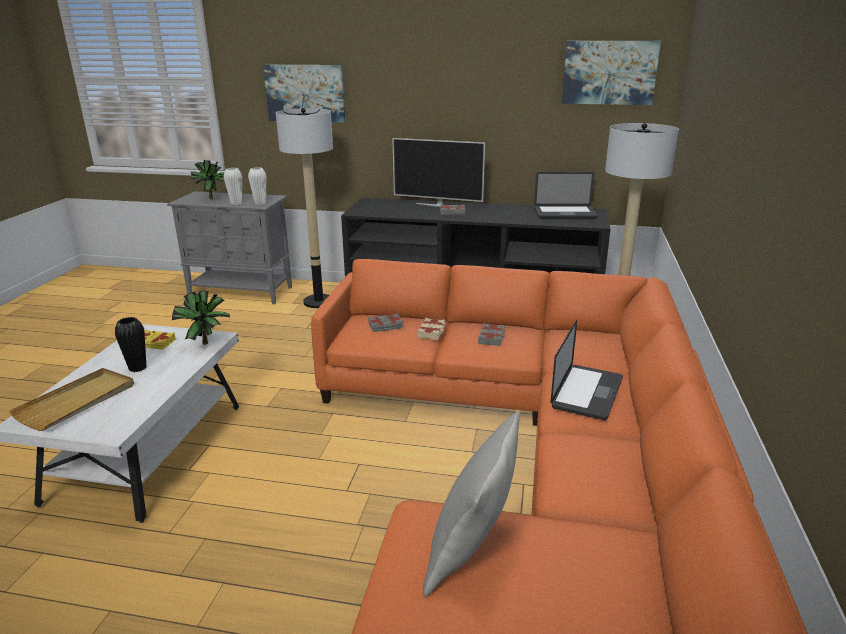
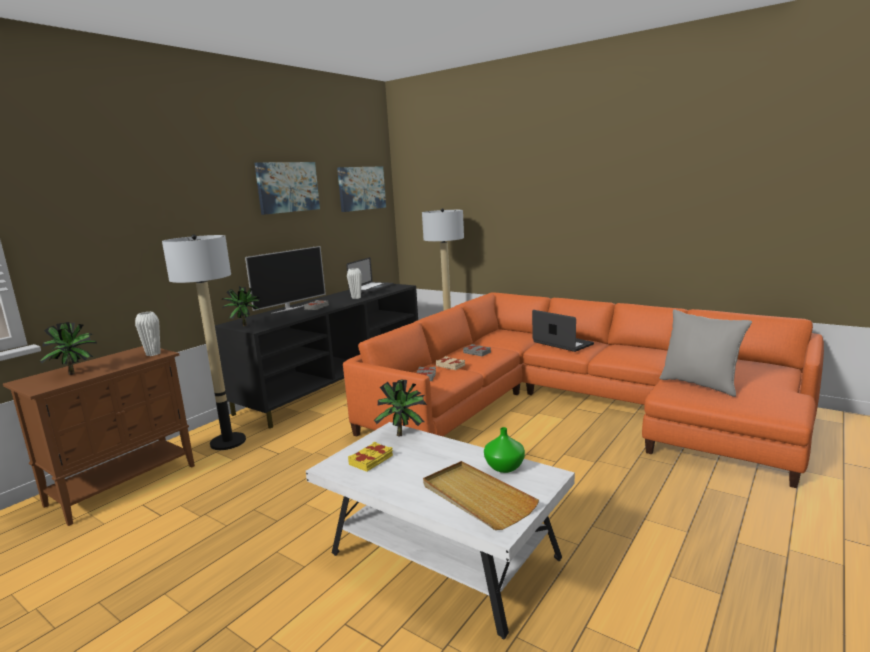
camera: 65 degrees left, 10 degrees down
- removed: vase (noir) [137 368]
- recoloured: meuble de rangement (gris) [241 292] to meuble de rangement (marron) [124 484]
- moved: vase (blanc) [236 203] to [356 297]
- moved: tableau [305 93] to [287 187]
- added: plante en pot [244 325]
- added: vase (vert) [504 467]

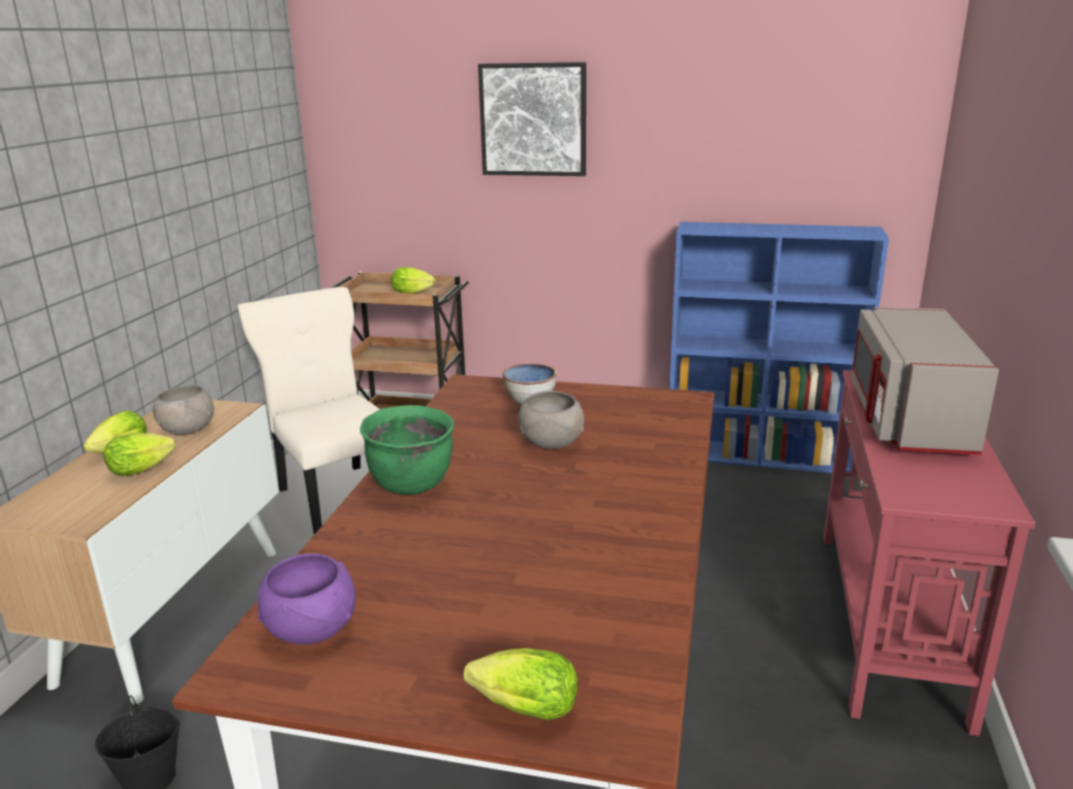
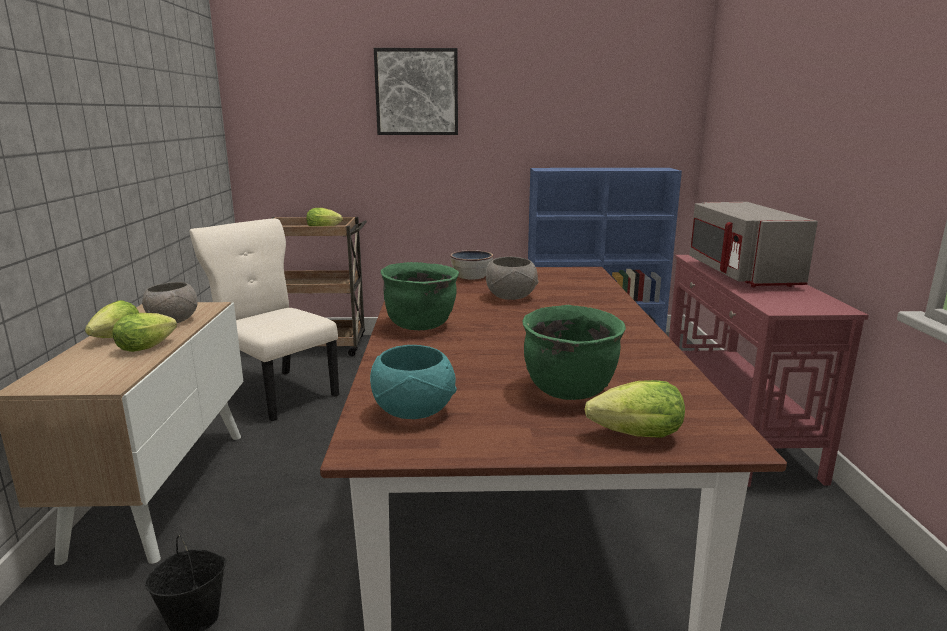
camera: 15 degrees left, 5 degrees down
- recoloured: bol (violet) [310 629] to bol (turquoise) [412 411]
- added: marmite (vert) [570 390]

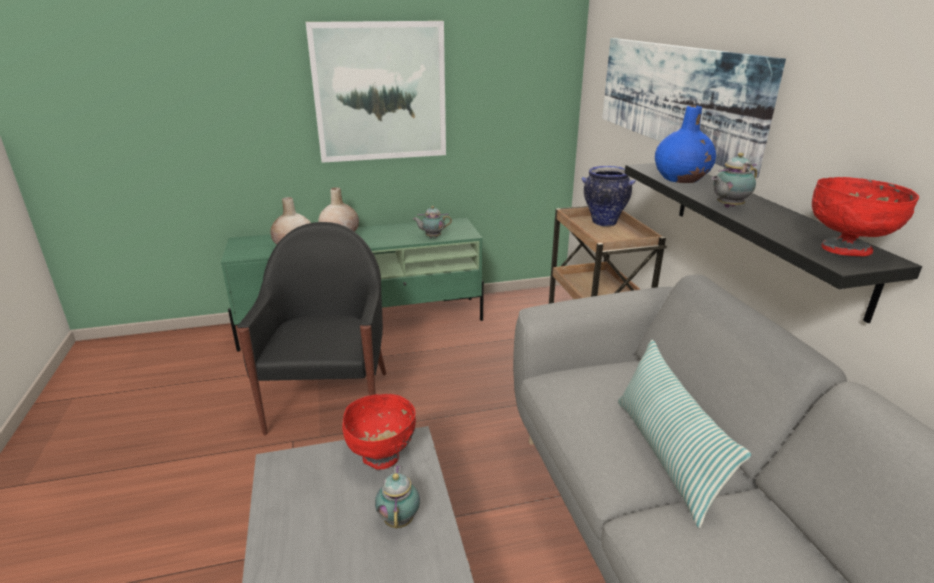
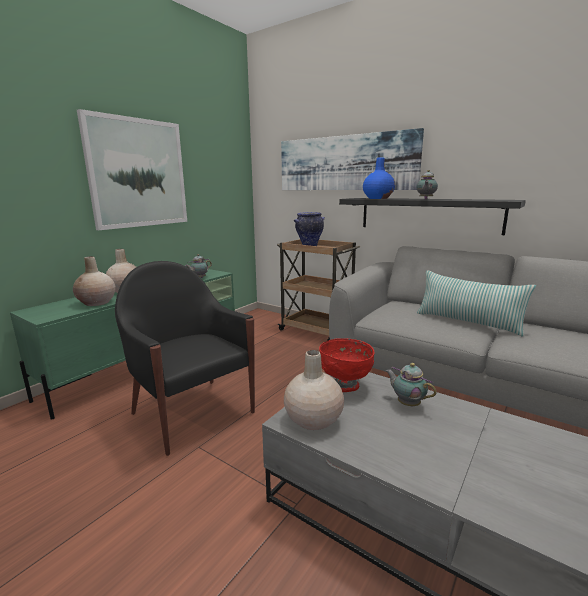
camera: 40 degrees left, 10 degrees down
- removed: bol (rouge) [846 250]
- added: vase (beige) [313 419]

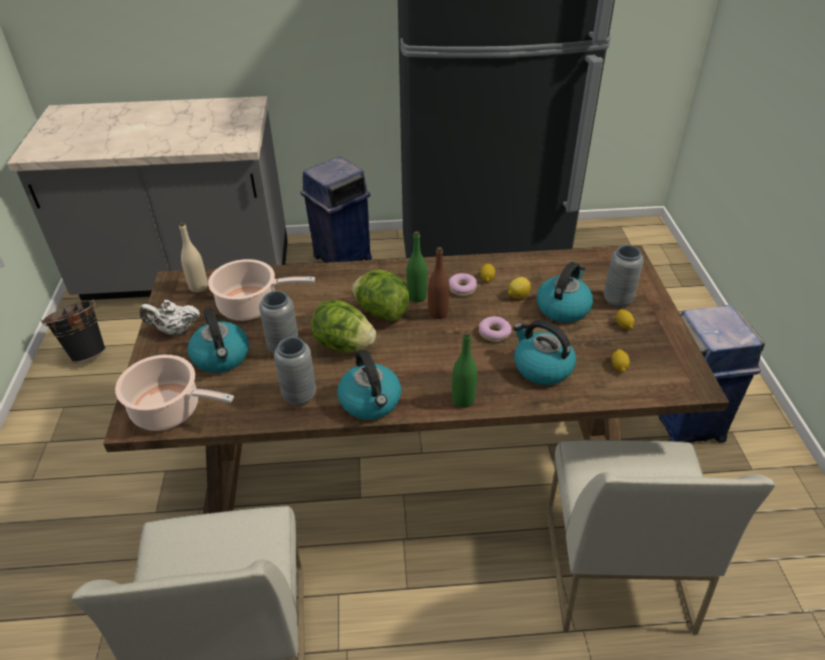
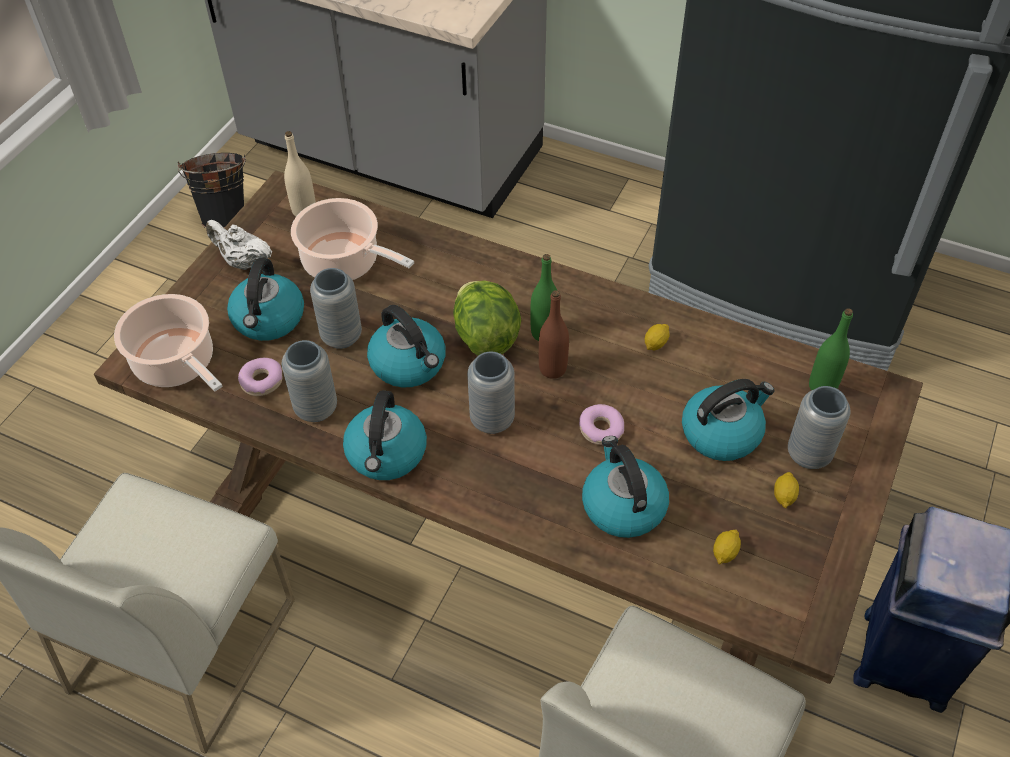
camera: 30 degrees right, 10 degrees up
- removed: poubelle (bleu) [341 258]
- replaced: laitue [344 345] to bouilloire [409 364]
- moved: beignet [462 288] to [262 381]
- moved: bouteille (vert) [463 400] to [822 387]
- removed: citron [517 296]
- added: vase (gris) [492 420]

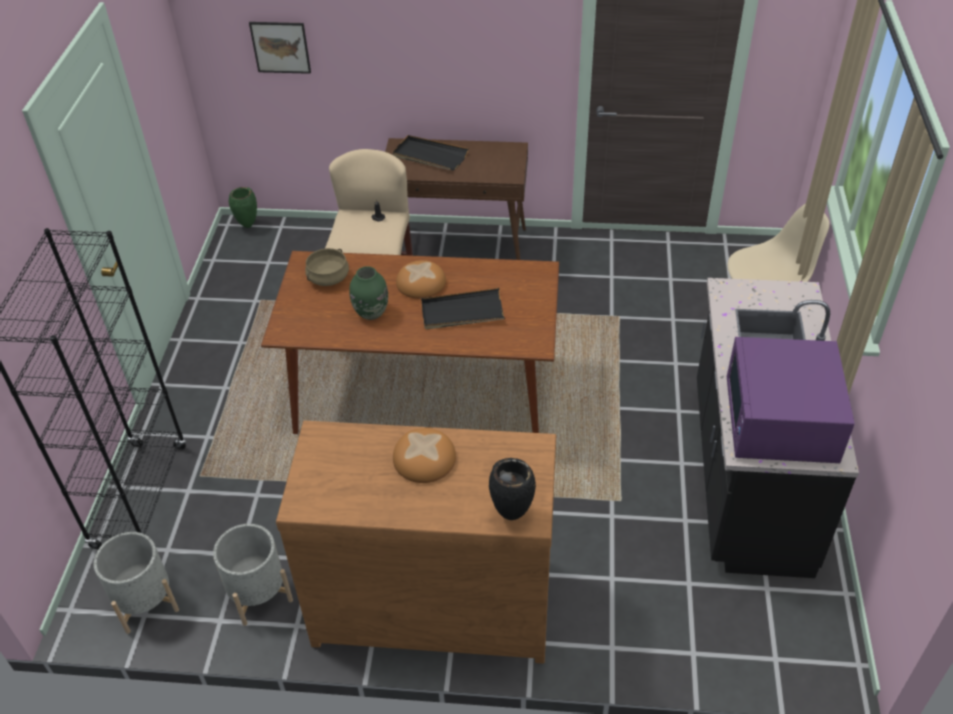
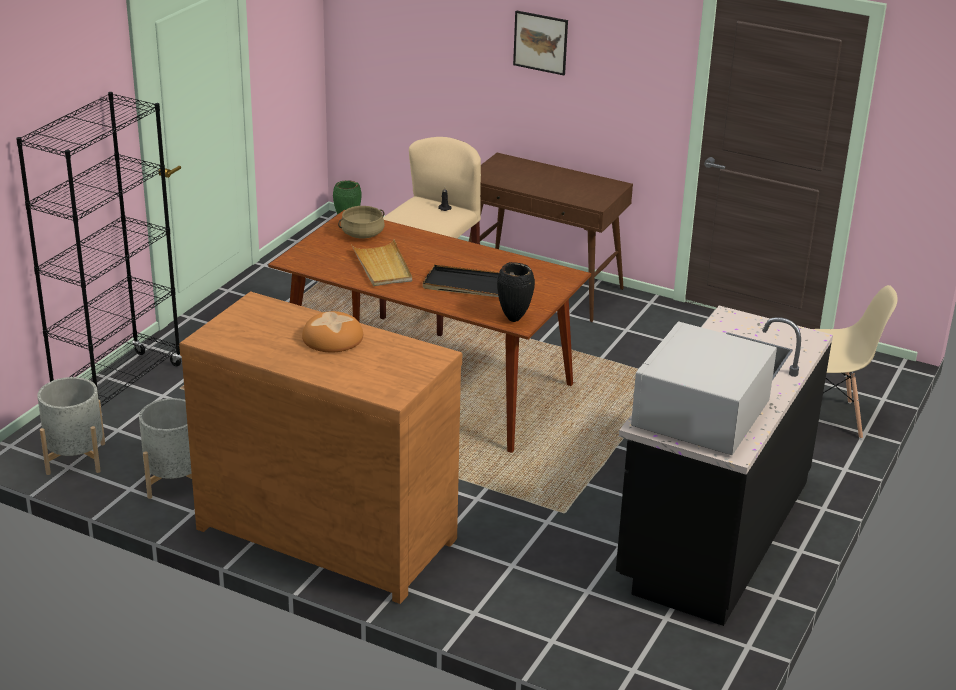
camera: 20 degrees right, 15 degrees down
- moved: tableau [280 47] to [540 42]
- replaced: vase (vert) [371 313] to plateau (beige) [382 266]
- removed: plateau (noir) [430 156]
- removed: pain [421 283]
- moved: vase (noir) [512 515] to [515 319]
- recoloured: micro-ondes (violet) [780 421] to micro-ondes (blanc) [700 415]

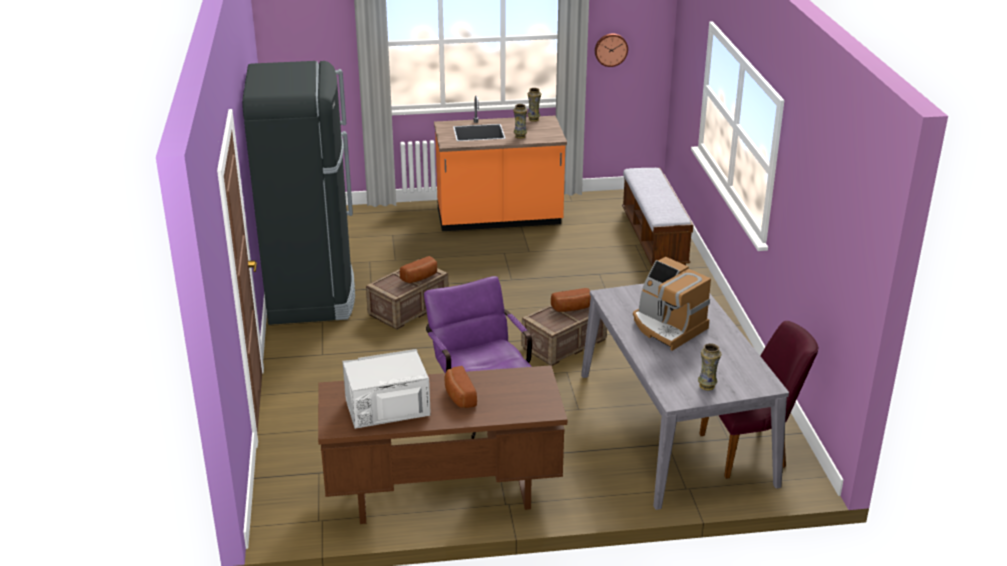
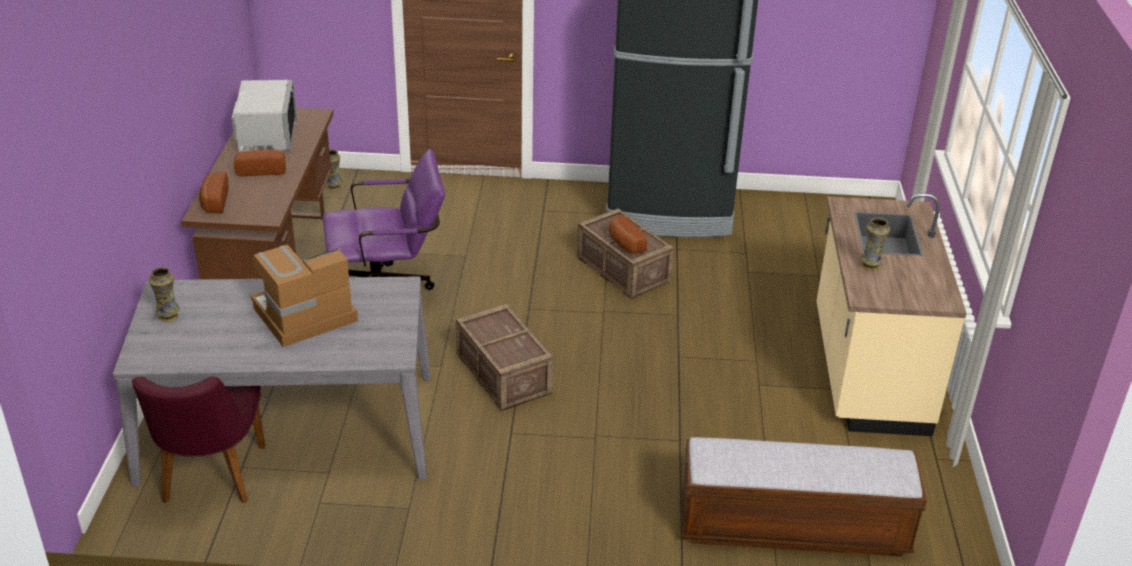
camera: 100 degrees right, 5 degrees up
- recoloured: comptoir de cuisine (orange) [499 218] to comptoir de cuisine (beige) [867 372]
- moved: vase [534 119] to [334 187]
- moved: pain [572 308] to [214 202]
- removed: horloge murale [610 49]

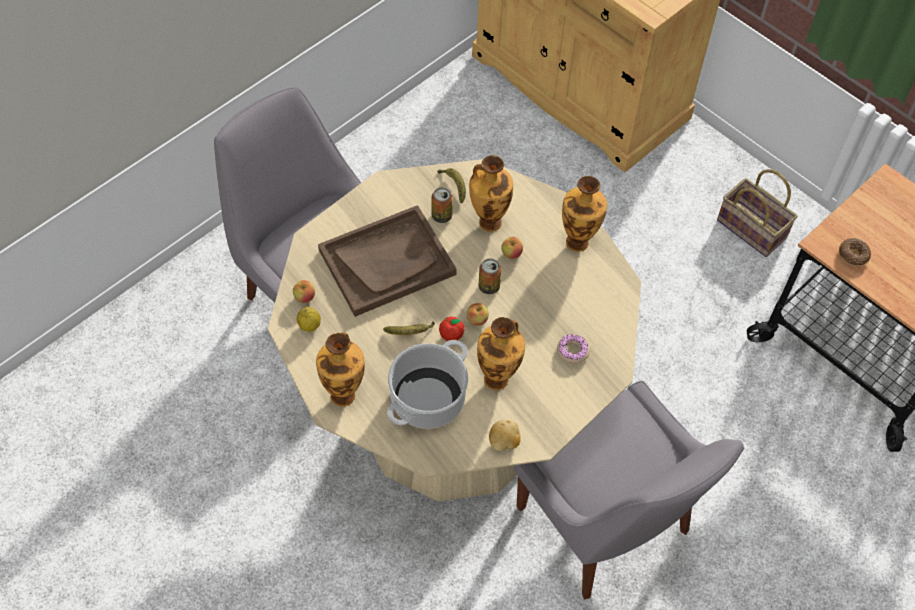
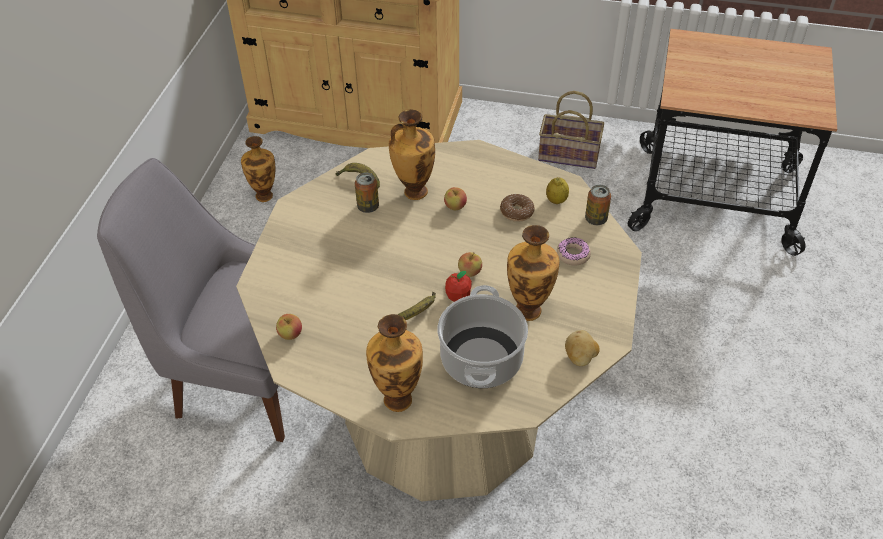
camera: 30 degrees left, 10 degrees down
- moved: citron [309 326] to [556 200]
- removed: plateau (marron) [387 262]
- moved: boîte métallique [489 286] to [596 219]
- removed: chaise (gris) [607 525]
- moved: vase [578 241] to [264 195]
- moved: beignet [853 255] to [516 212]

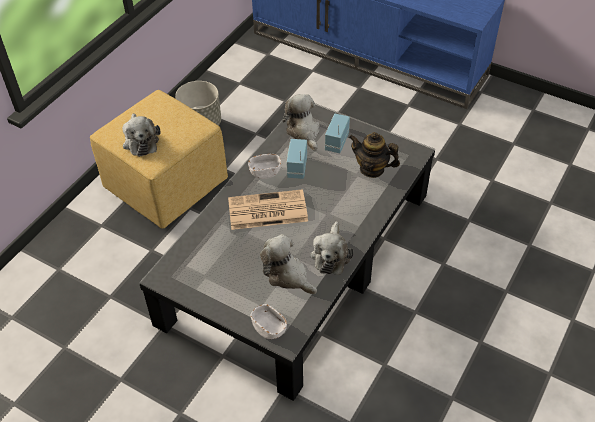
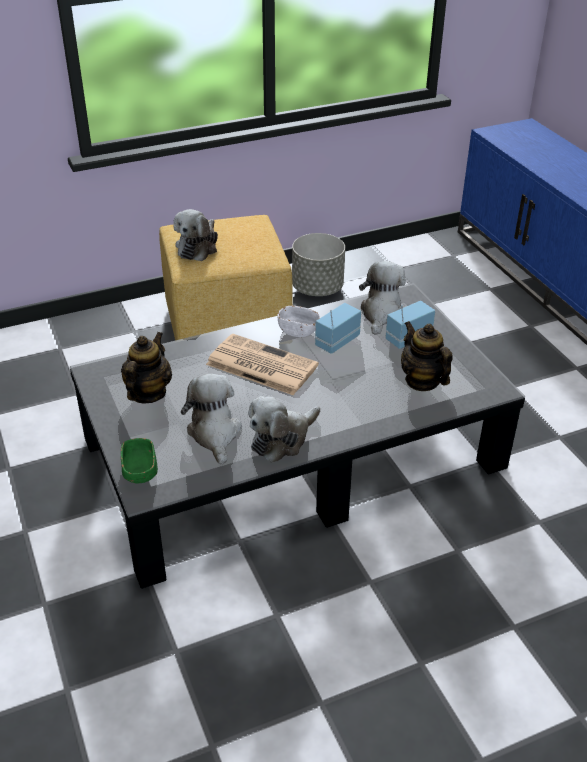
camera: 35 degrees right, 10 degrees down
- recoloured: bol (blanc) [269 328] to bol (vert) [140 471]
- added: théière [148 393]

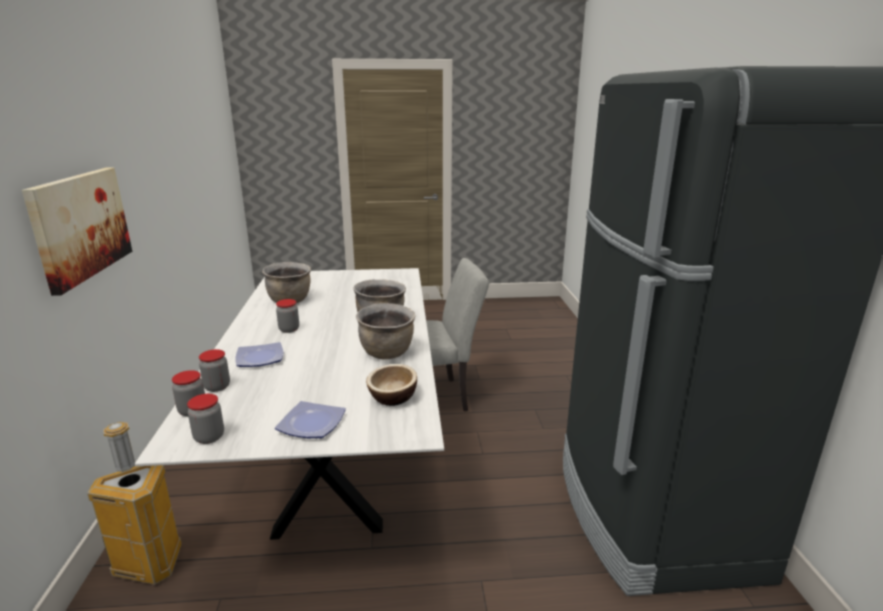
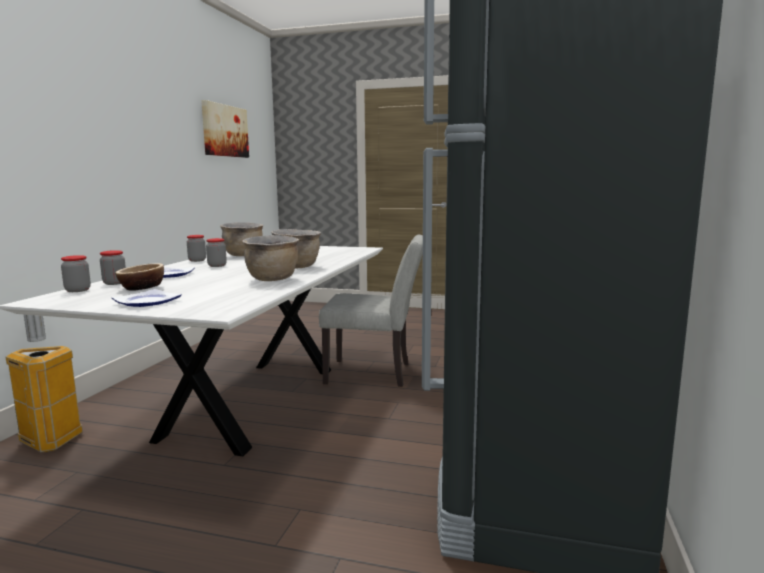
camera: 20 degrees right, 10 degrees down
- moved: tableau [80 225] to [224 131]
- moved: bocal [209 437] to [197 260]
- moved: bol [392 397] to [142 288]

